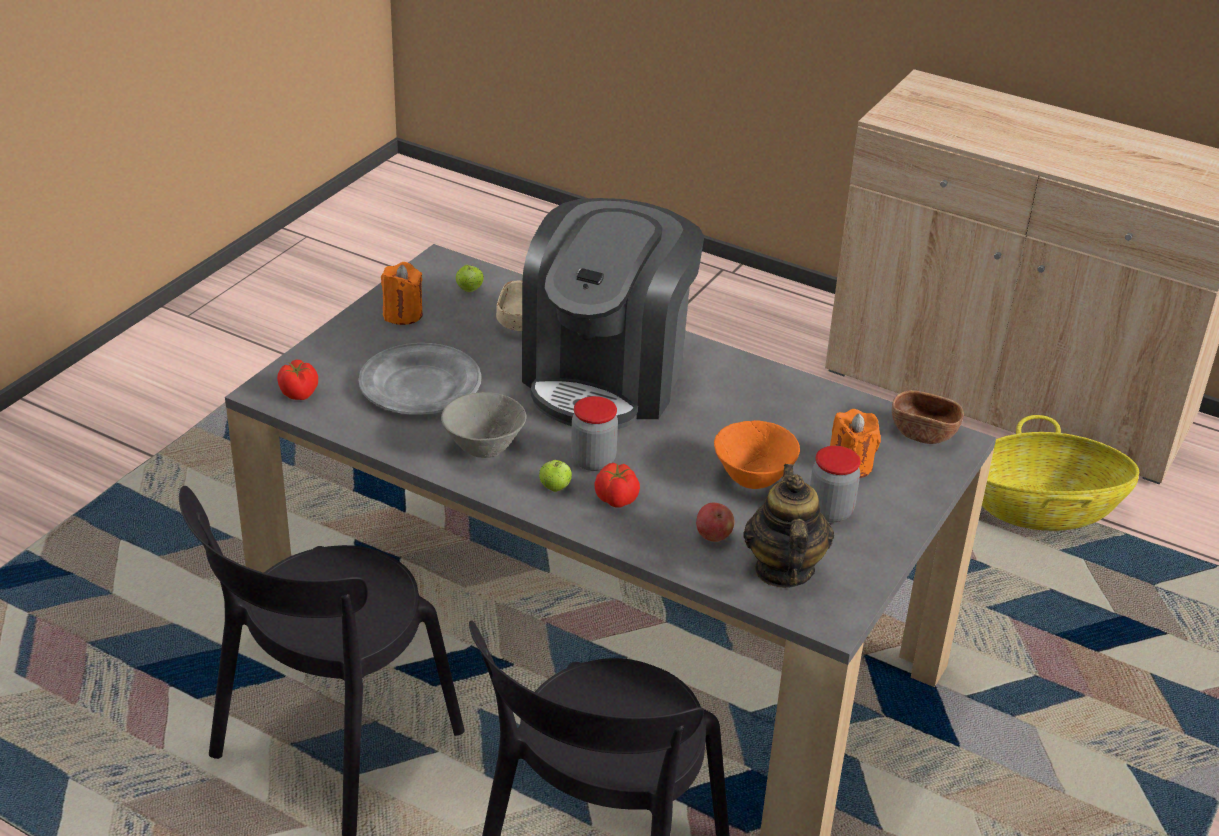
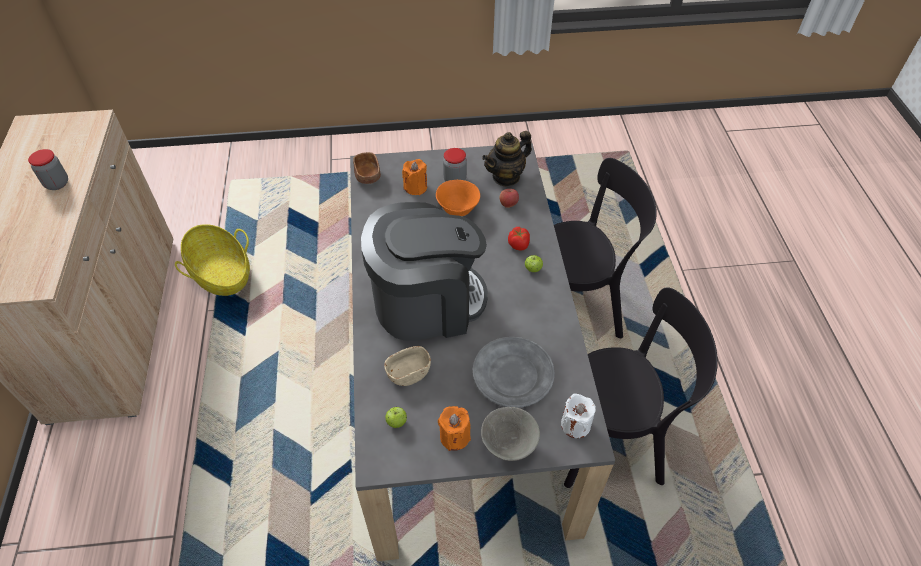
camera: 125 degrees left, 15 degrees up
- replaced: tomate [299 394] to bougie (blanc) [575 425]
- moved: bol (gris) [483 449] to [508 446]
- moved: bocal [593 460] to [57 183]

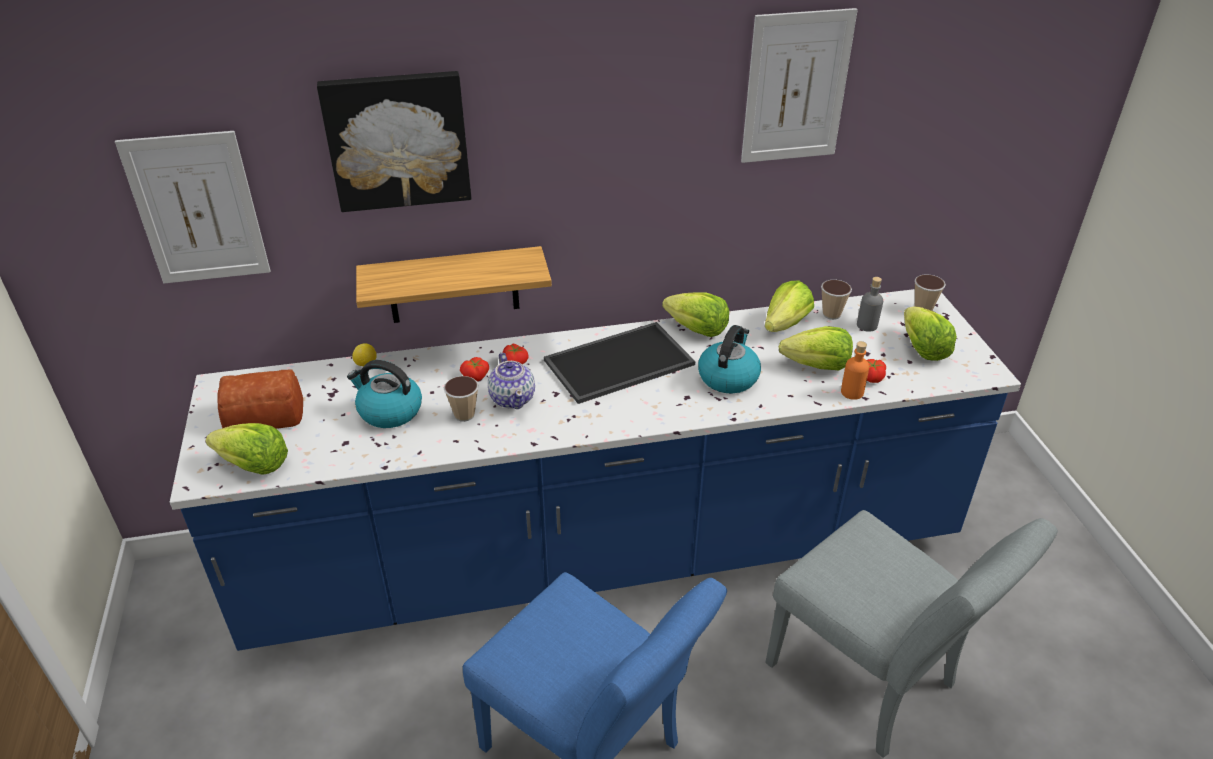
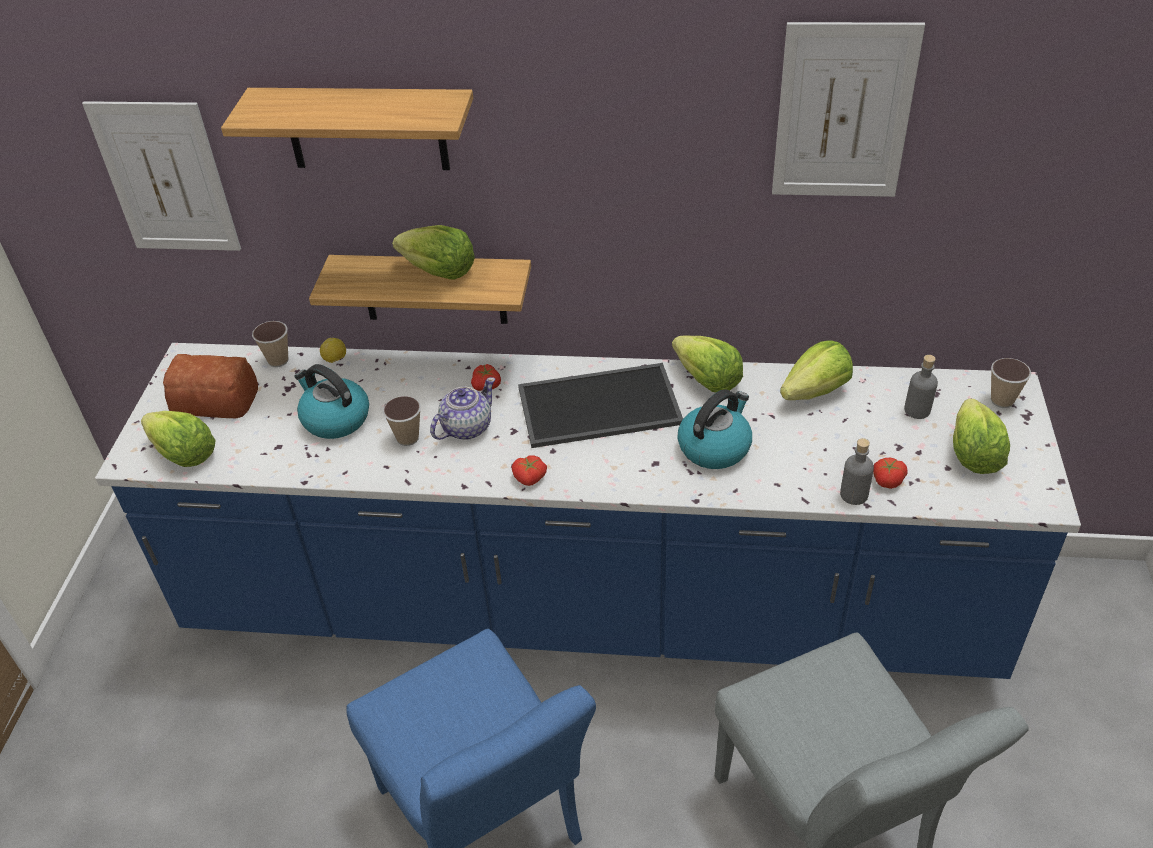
camera: 20 degrees right, 5 degrees up
- replaced: tableau [397 140] to étagère [366 128]
- moved: tomate [475 377] to [529 478]
- turned: théière [512 398] = [465 428] 135 degrees counterclockwise
- moved: laitue [817 366] to [438 272]
- moved: tasse [831 314] to [278 360]
- recoloured: bouteille (orange) [852 392] to bouteille (gris) [854 495]

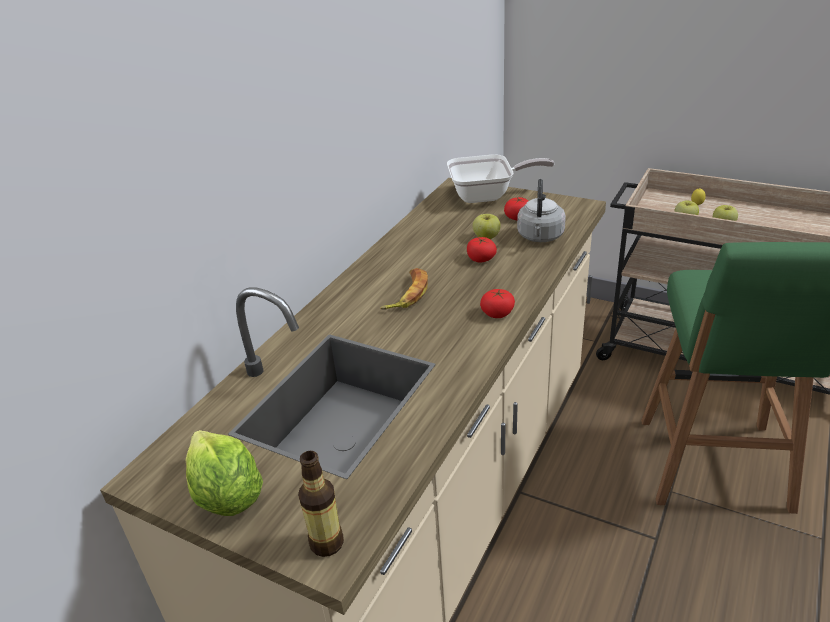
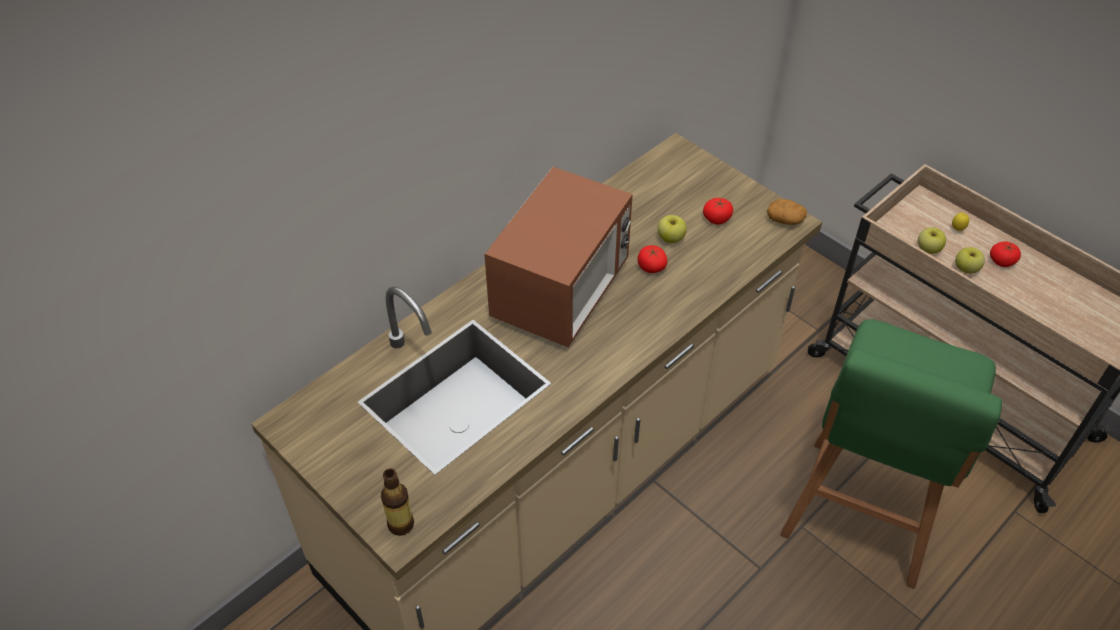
camera: 15 degrees right, 15 degrees up
- removed: laitue [227 496]
- replaced: banane [407 294] to micro-ondes [561 292]
- removed: poêle [488 196]
- moved: tomate [497 313] to [1002 261]
- removed: bouilloire (gris) [540 237]
- added: pomme de terre [785 219]

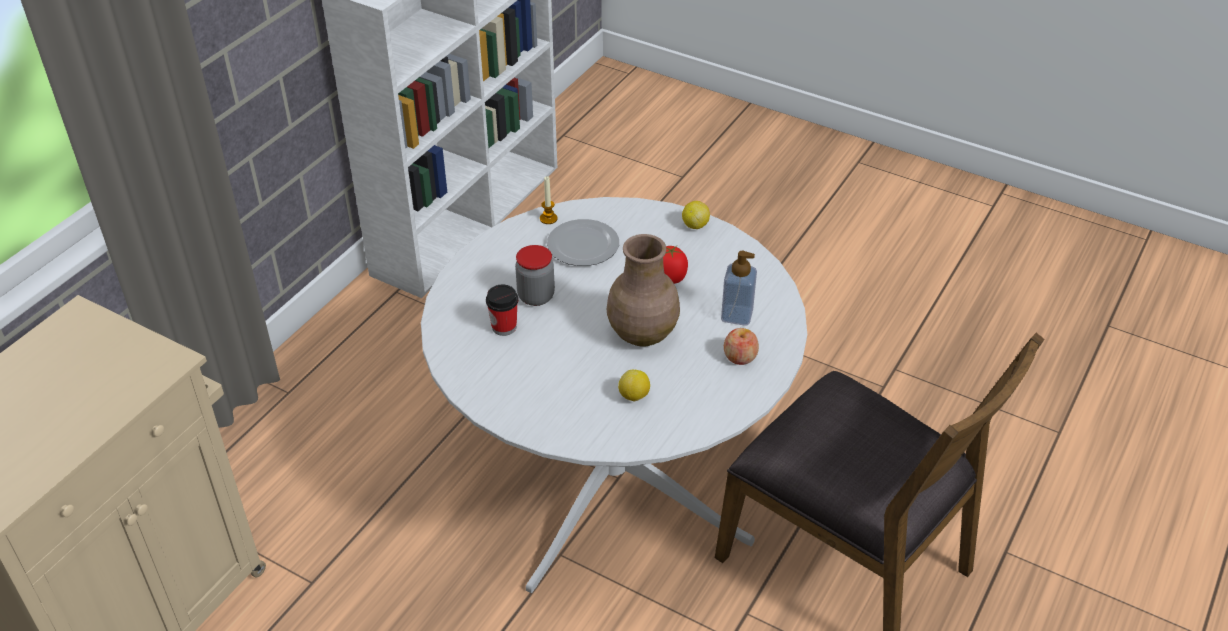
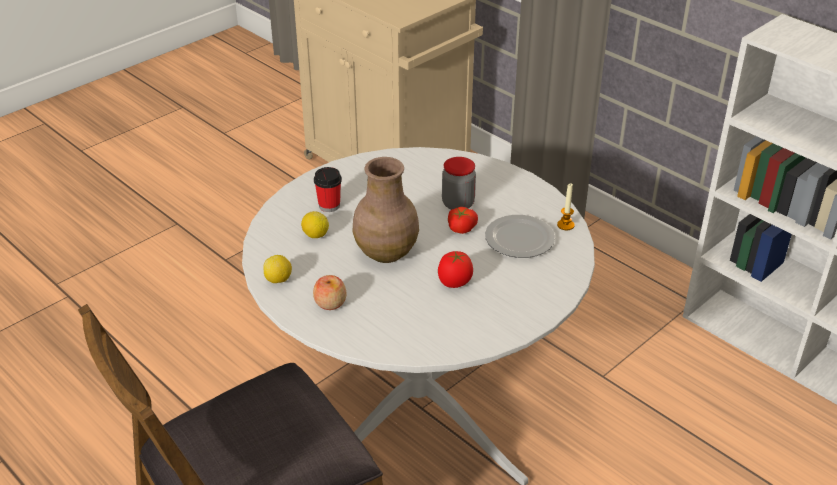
camera: 105 degrees right, 5 degrees down
- moved: tasse [504 327] to [329 205]
- moved: citron [695 225] to [278 280]
- removed: distributeur de savon [737 315]
- added: tomate [461 228]

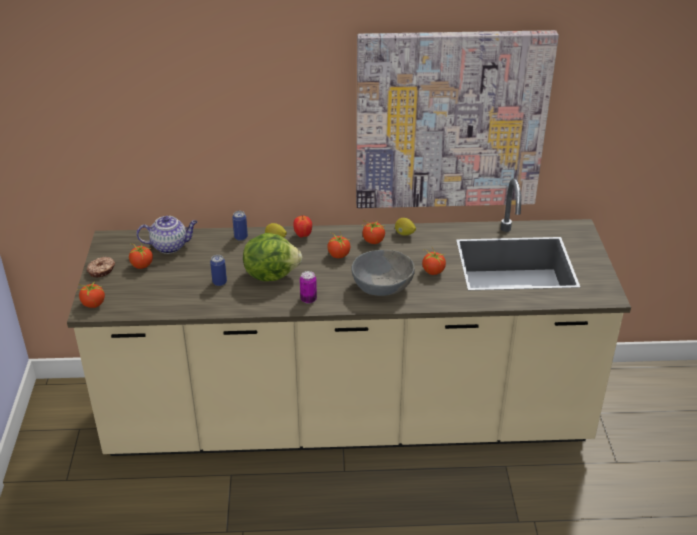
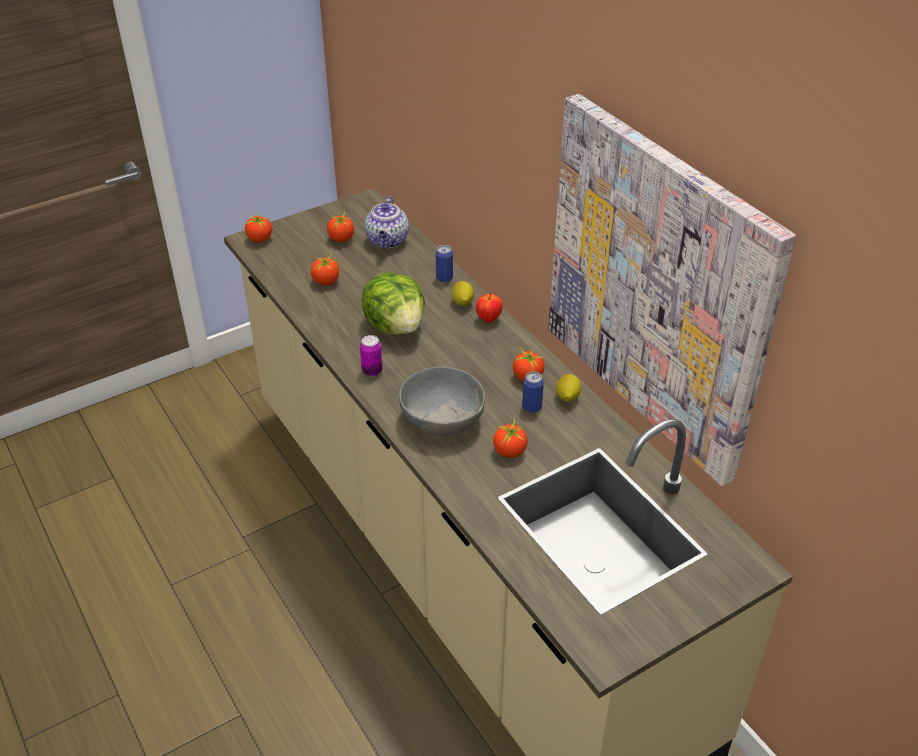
camera: 60 degrees right, 5 degrees up
- removed: beignet [102 270]
- turned: théière [170 246] = [388 241] 45 degrees clockwise
- moved: boîte métallique [219 282] to [532 407]
- moved: tomate [338 255] to [326 281]

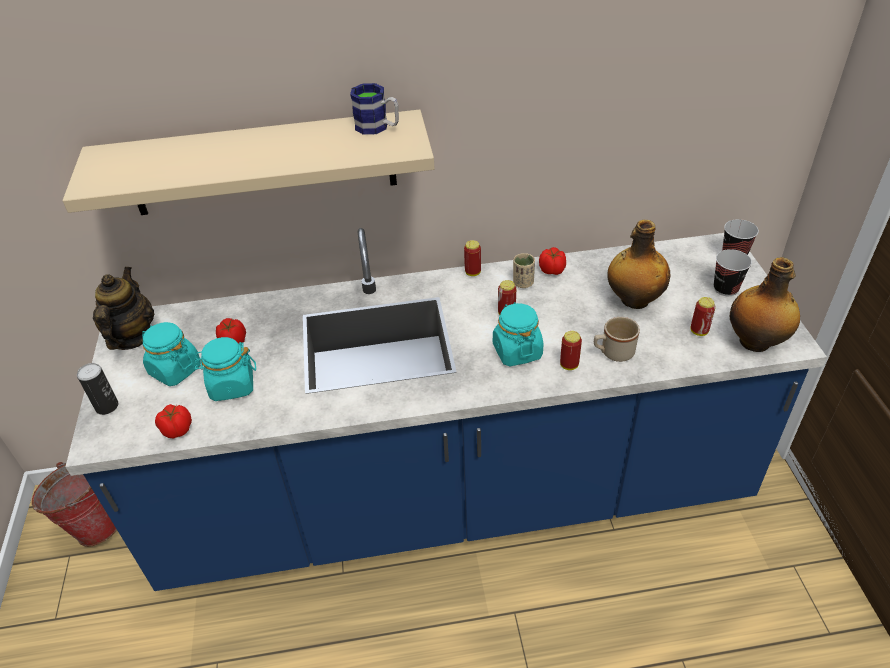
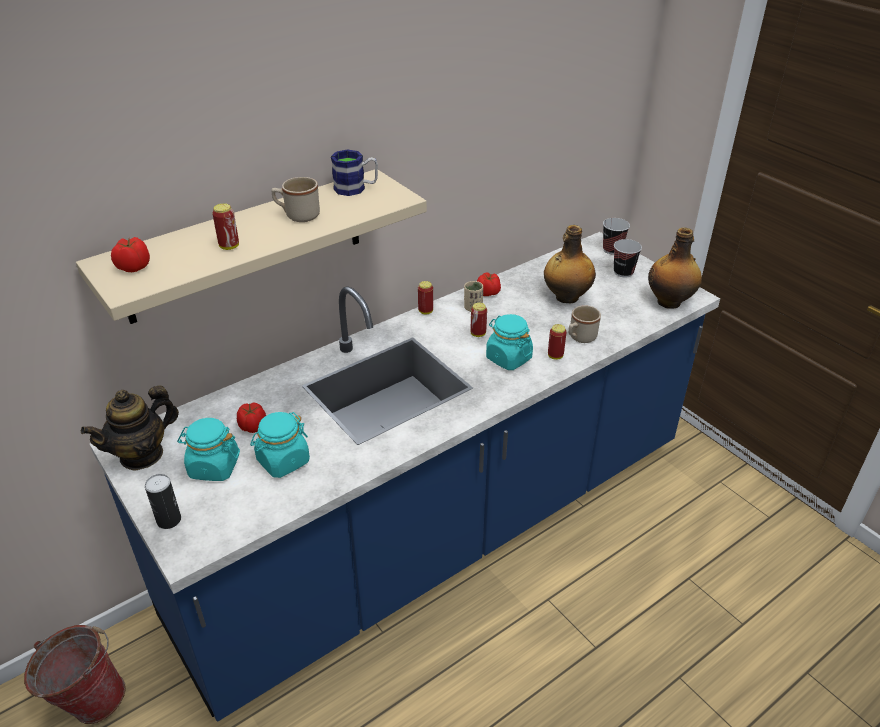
camera: 30 degrees left, 5 degrees down
- turned: théière [132 337] = [142 455] 105 degrees counterclockwise
- moved: tomate [176 429] to [133 267]
- moved: boîte métallique [699 331] to [229 246]
- added: mug (beige) [297 215]

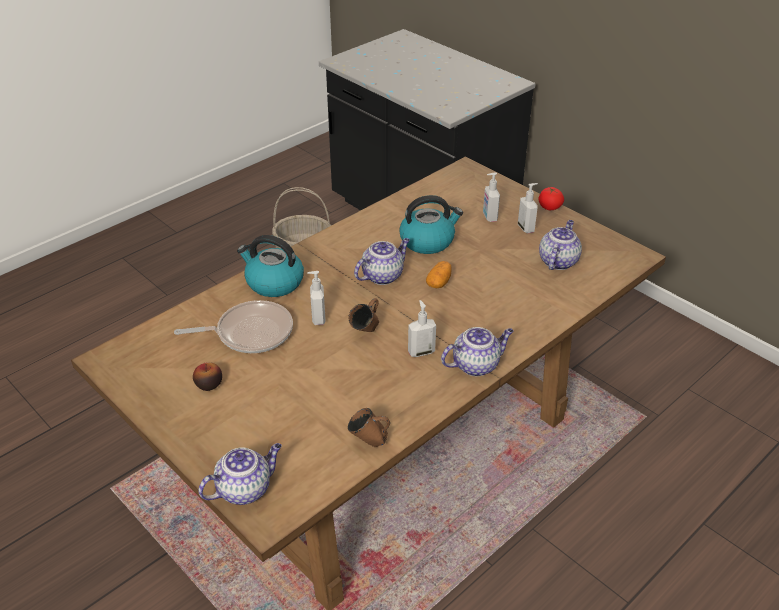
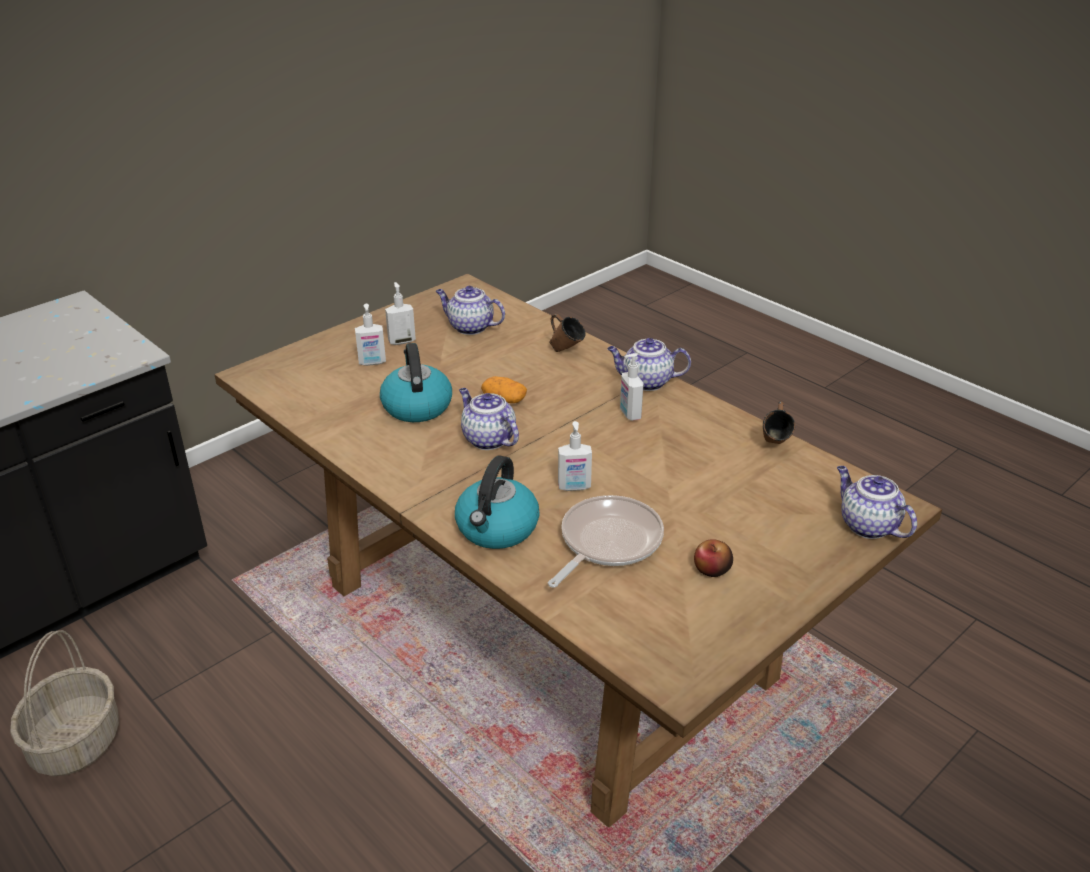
camera: 90 degrees left, 5 degrees down
- turned: poêle [250 333] = [607 542] 45 degrees clockwise
- moved: mug (marron) [366 333] to [566 351]
- turned: théière [476 364] = [646 382] 60 degrees counterclockwise
- removed: tomate [550 207]

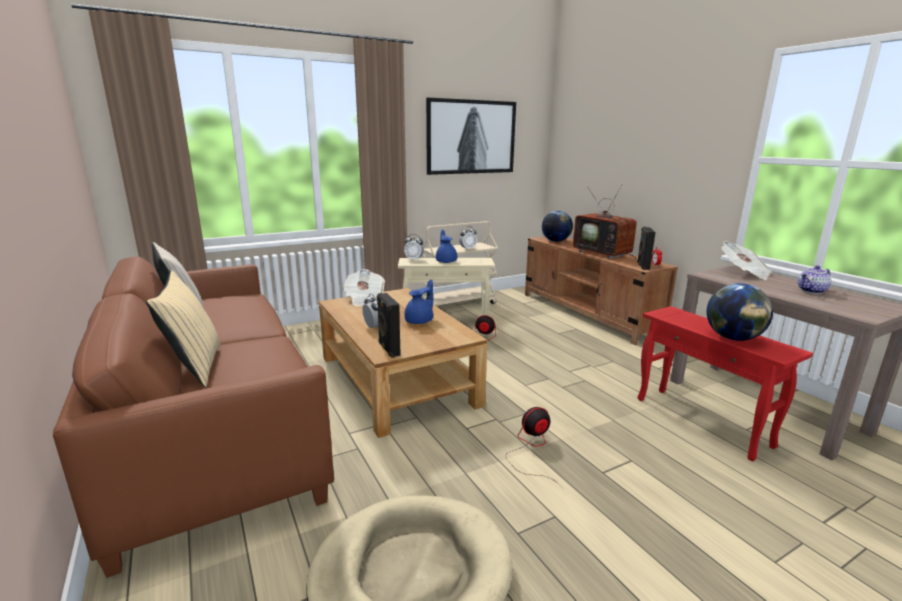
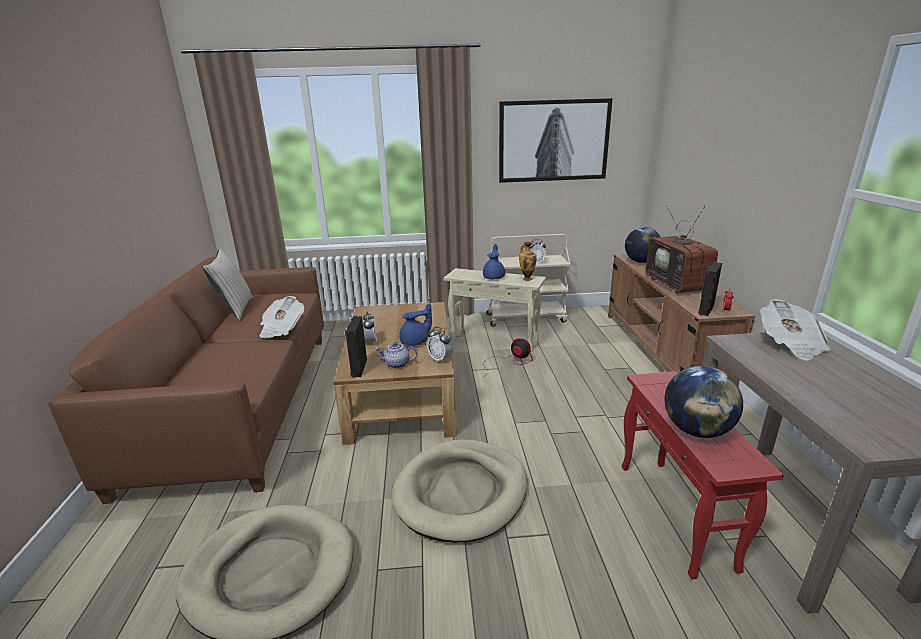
camera: 25 degrees right, 5 degrees up
- removed: coussin (beige) [195 367]
- moved: journal [364 299] to [282 329]
- moved: réveil [414 259] to [440 359]
- replaced: ventilateur [532 449] to panier pour chien (beige) [461 492]
- moved: théière [812 291] to [396 365]
- added: vase [527 278]

